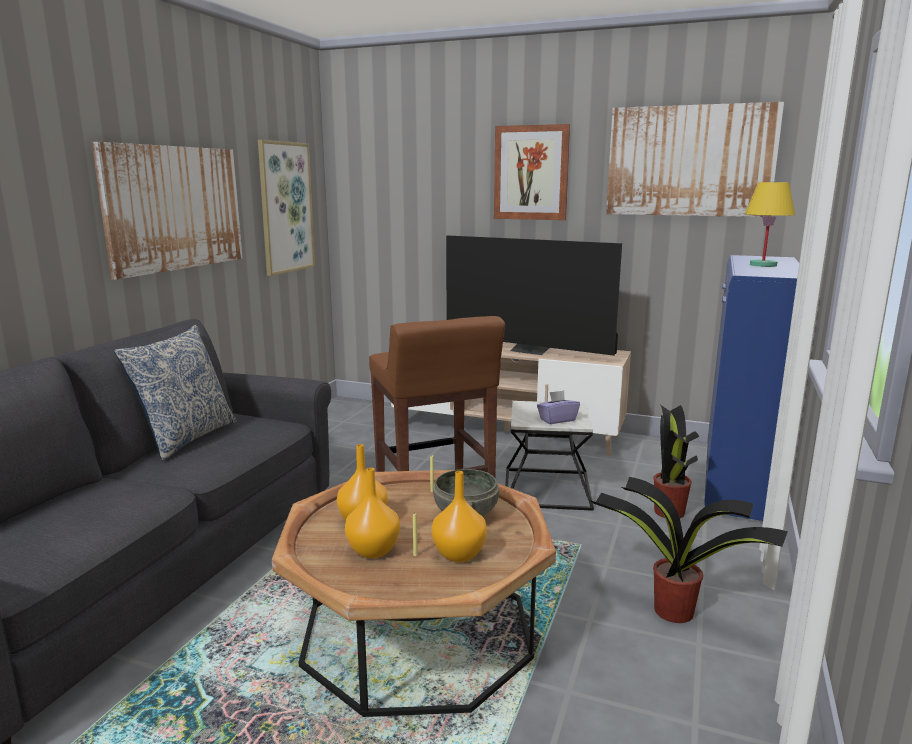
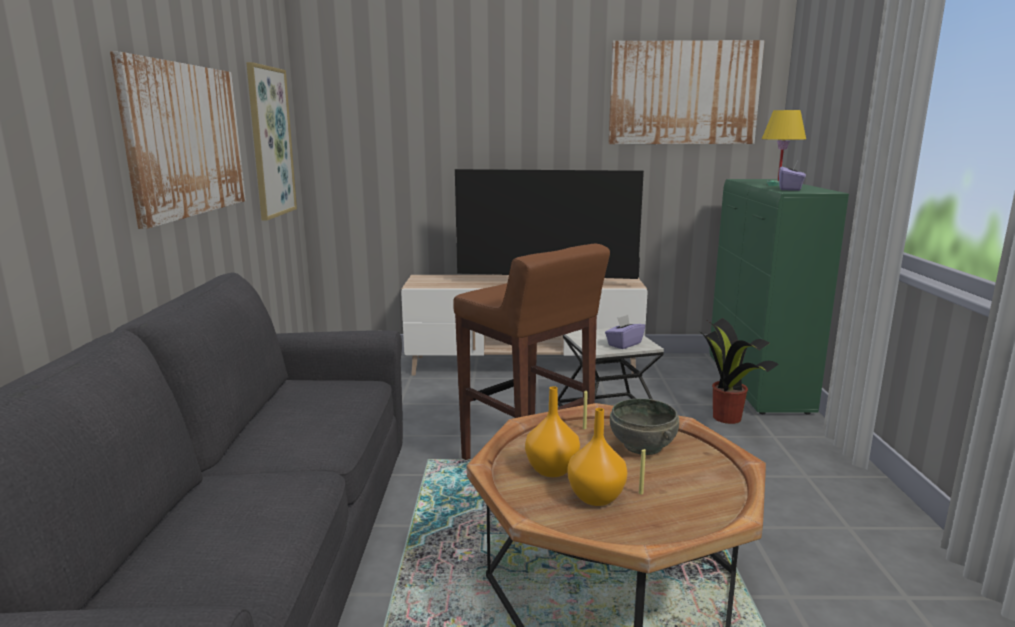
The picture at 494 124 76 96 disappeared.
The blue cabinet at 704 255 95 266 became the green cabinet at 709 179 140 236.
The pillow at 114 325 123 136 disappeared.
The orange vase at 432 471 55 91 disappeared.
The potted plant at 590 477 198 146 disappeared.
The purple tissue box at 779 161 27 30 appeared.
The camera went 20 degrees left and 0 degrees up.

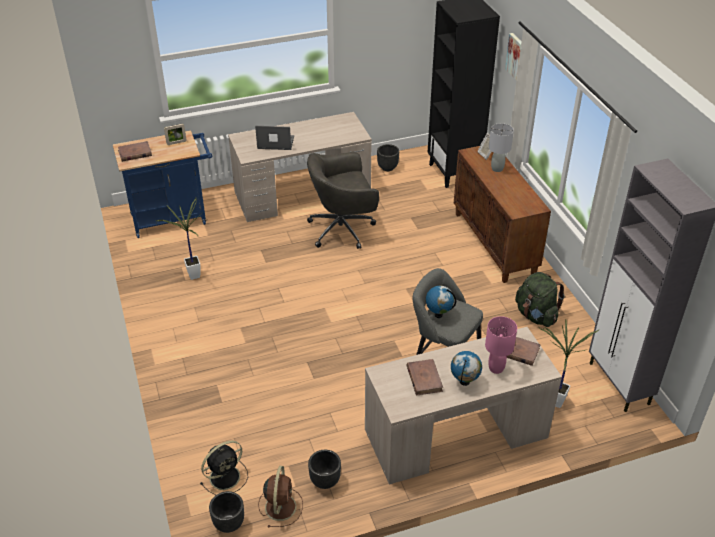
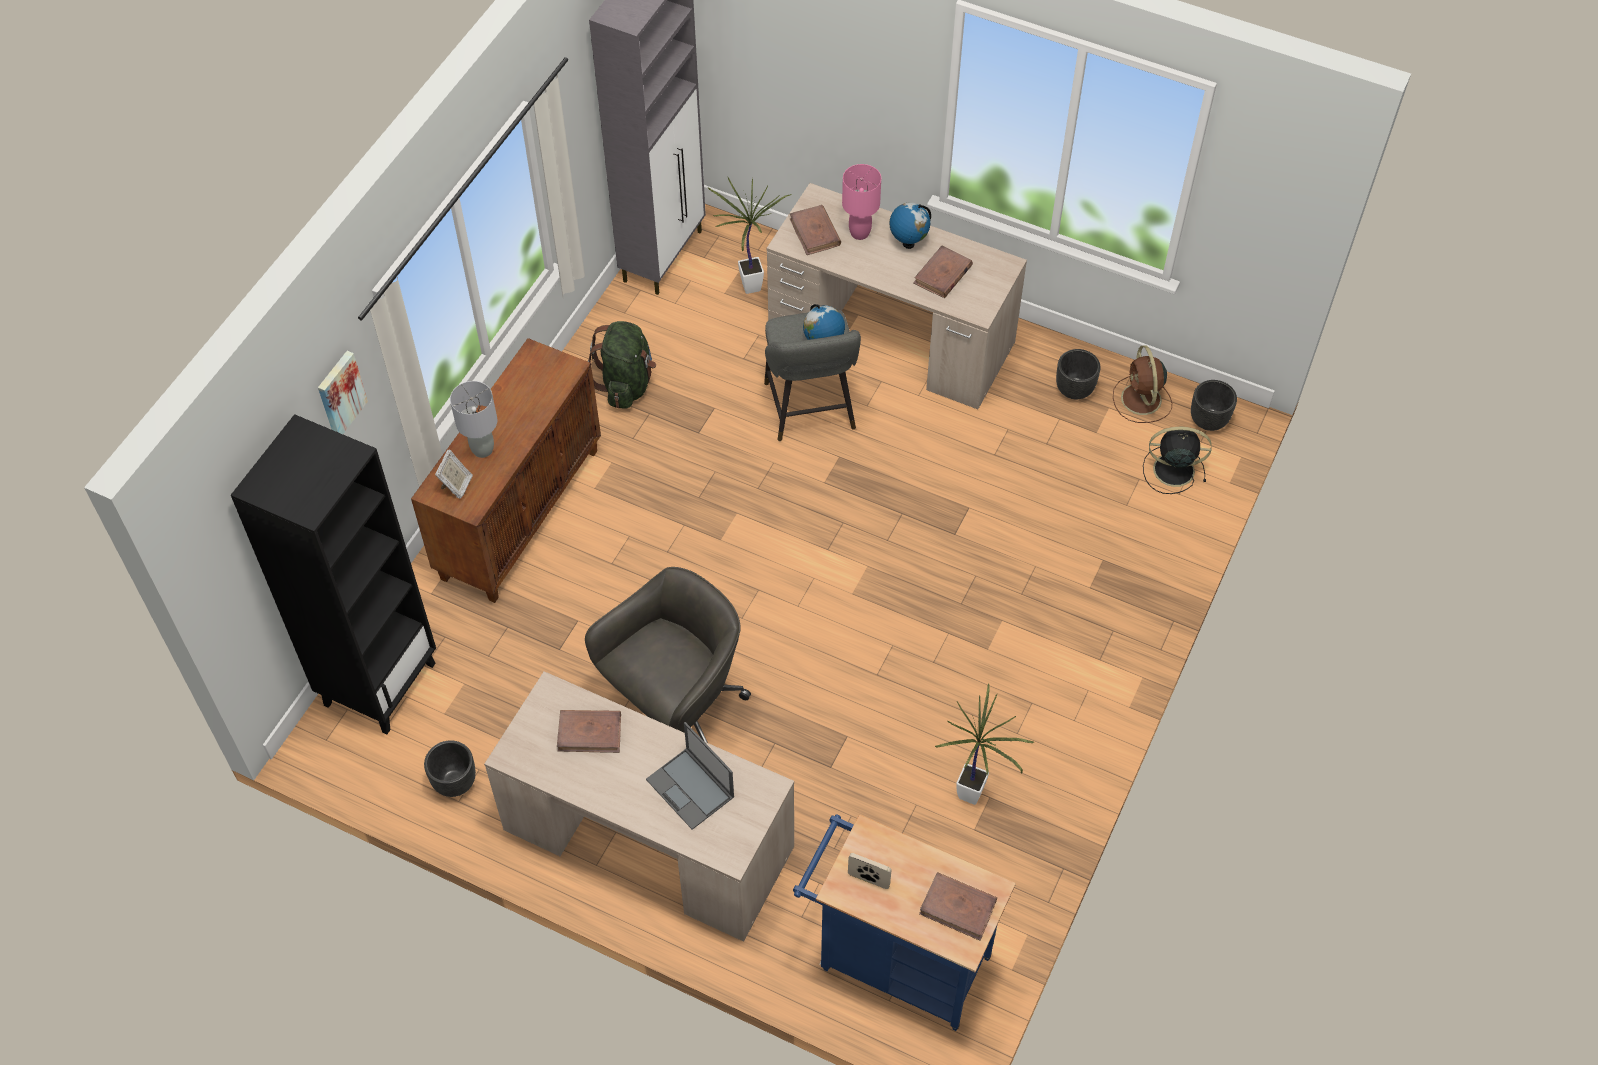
The grey office chair at 307 152 72 97 turned 75 degrees counterclockwise.
The brown fan at 258 466 45 61 turned 60 degrees counterclockwise.
The brown book at 557 710 64 43 appeared.
The camera went 135 degrees left and 15 degrees up.

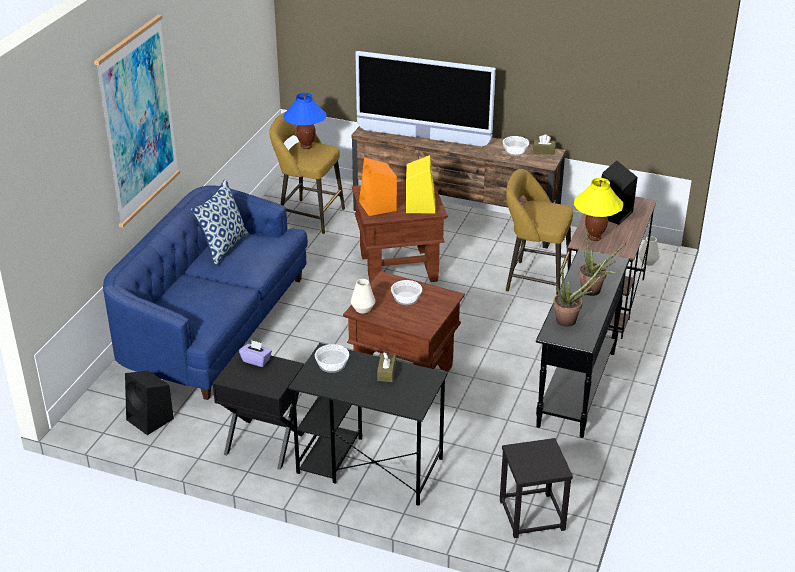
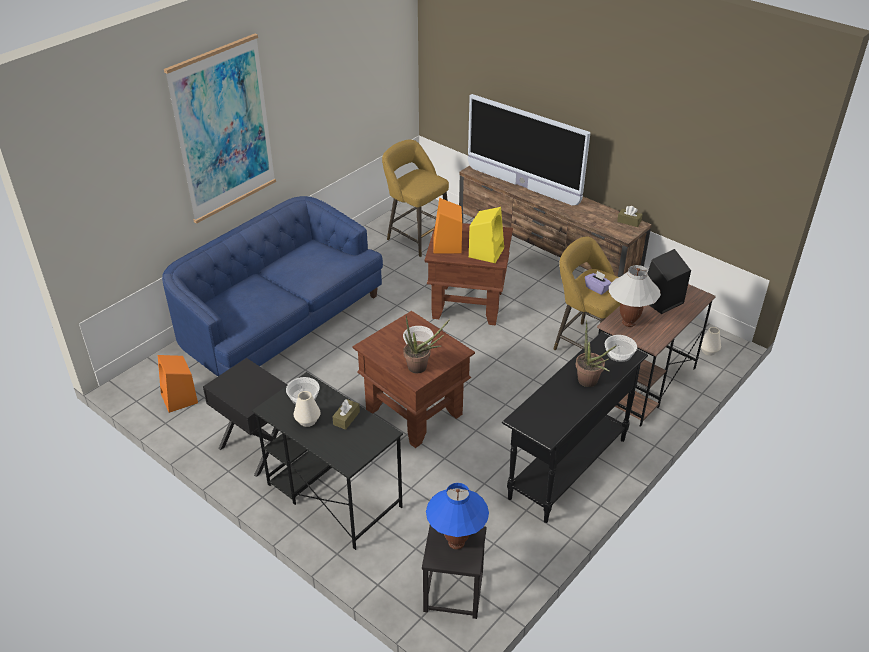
The blue table lamp moved from 283 93 44 56 to 426 483 63 66.
The bowl moved from 503 136 26 20 to 605 335 32 27.
The pillow at 191 178 58 87 disappeared.
The yellow table lamp at 574 178 49 63 became the white table lamp at 609 265 52 62.
The potted plant moved from 553 257 55 70 to 403 316 47 57.
The white vase moved from 351 279 24 34 to 294 391 26 36.
The purple tissue box moved from 239 340 33 27 to 585 270 27 25.
The black speaker at 125 370 49 65 became the orange speaker at 158 355 40 58.
The camera went 20 degrees right and 5 degrees up.

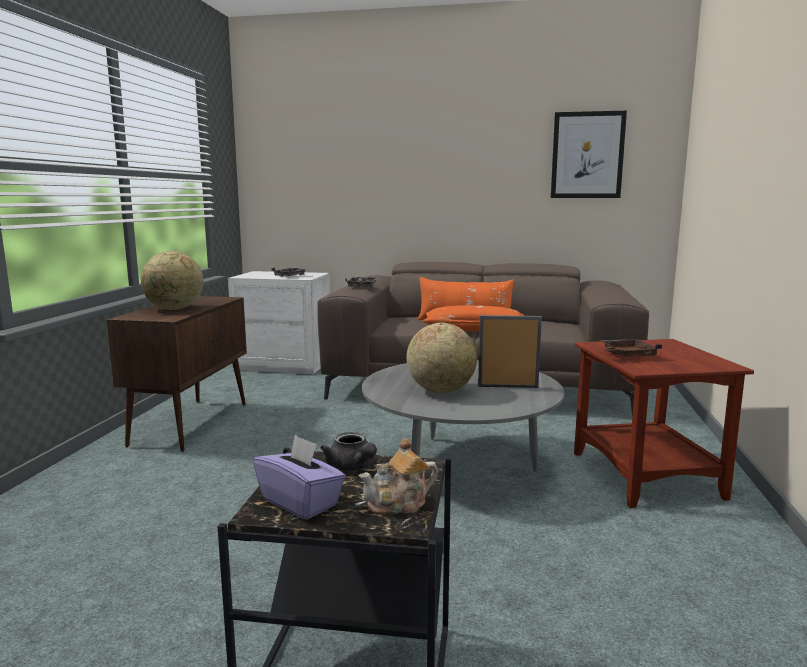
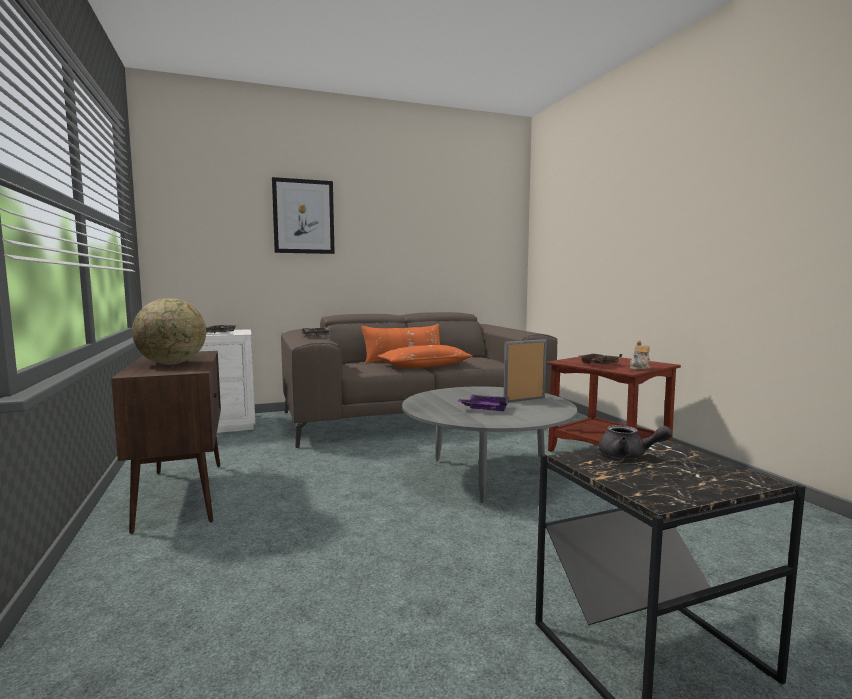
The picture moved from 551 111 76 87 to 272 177 63 77.
The globe at 406 322 71 71 was replaced by the purple tray at 457 395 52 16.
The purple tissue box at 253 435 93 85 disappeared.
The teapot moved from 358 438 80 77 to 630 340 20 30.
The camera went 30 degrees left and 5 degrees down.

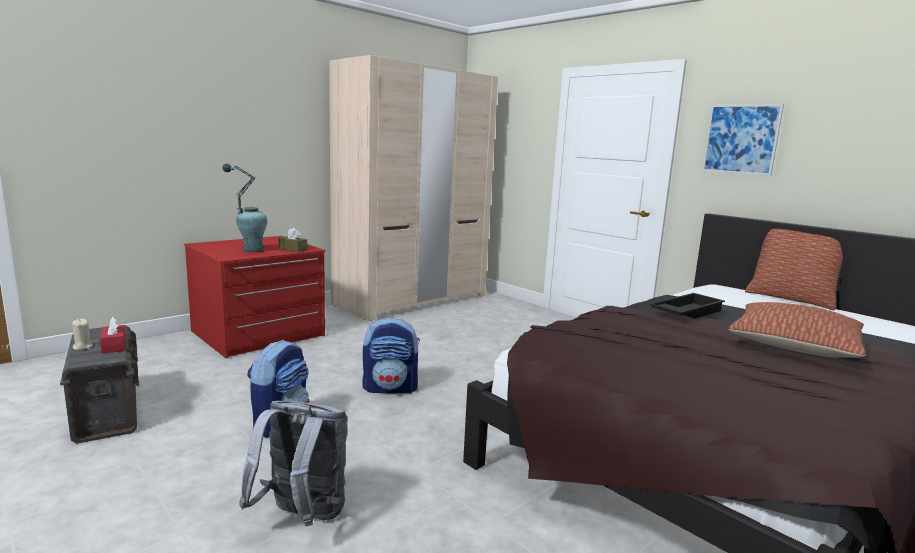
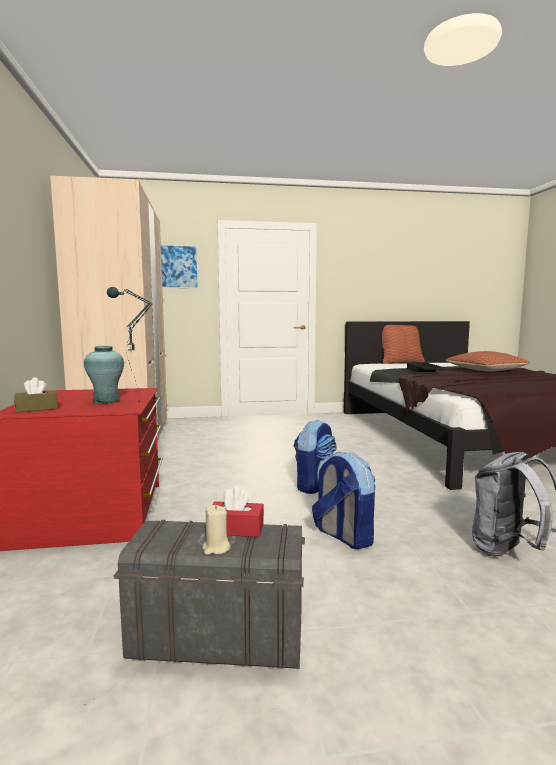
The picture moved from 702 104 82 72 to 161 244 38 45.
The brown tissue box moved from 279 228 28 24 to 14 378 44 35.
The camera went 55 degrees left and 5 degrees down.

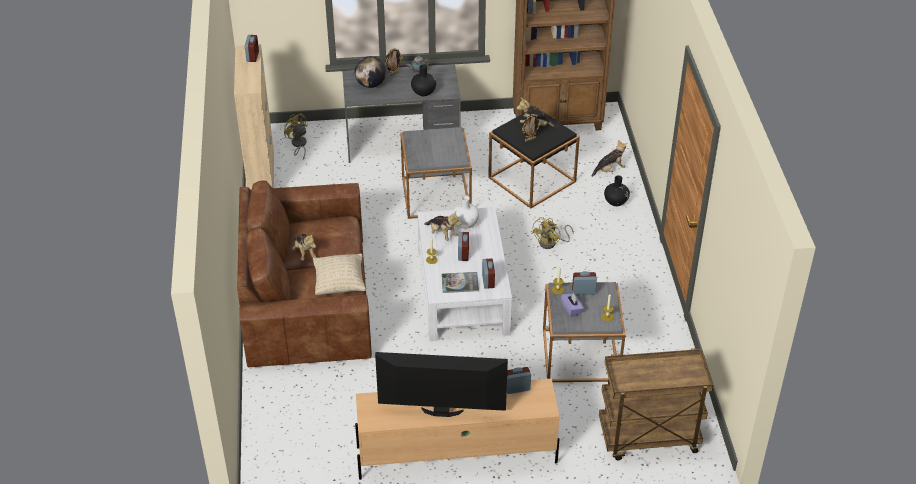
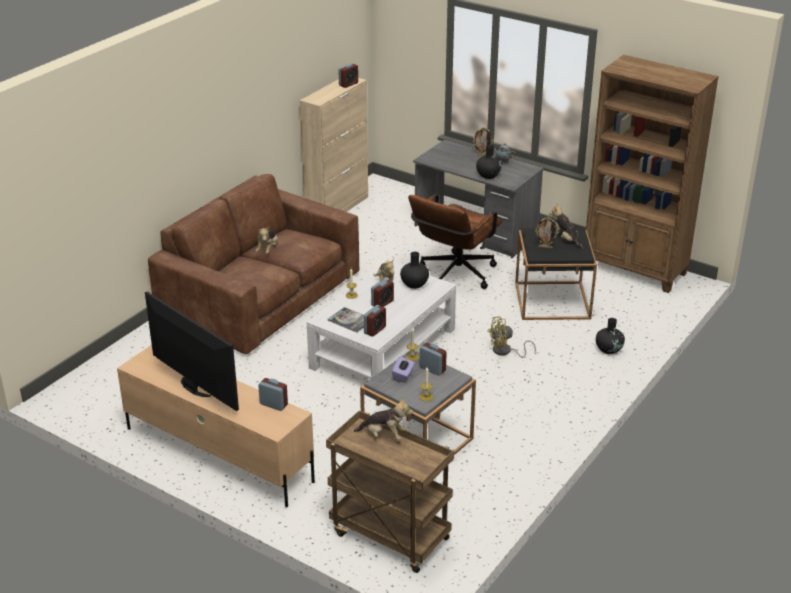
The globe at 354 56 32 32 disappeared.
The yellow fan at 284 113 23 46 disappeared.
The grey side table at 401 127 71 92 was replaced by the brown office chair at 408 194 94 95.
The plush toy moved from 591 140 36 37 to 353 397 60 43.
The white vase at 452 195 27 34 became the black vase at 400 252 29 37.
The beige pillow at 313 254 53 41 disappeared.
The camera went 40 degrees right and 10 degrees down.

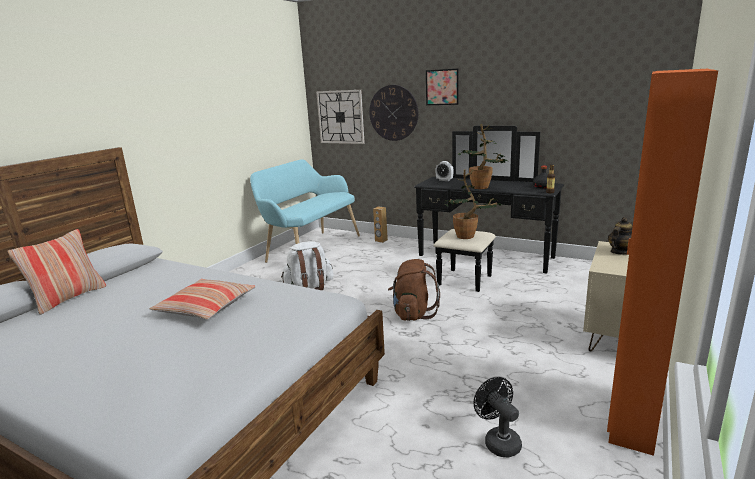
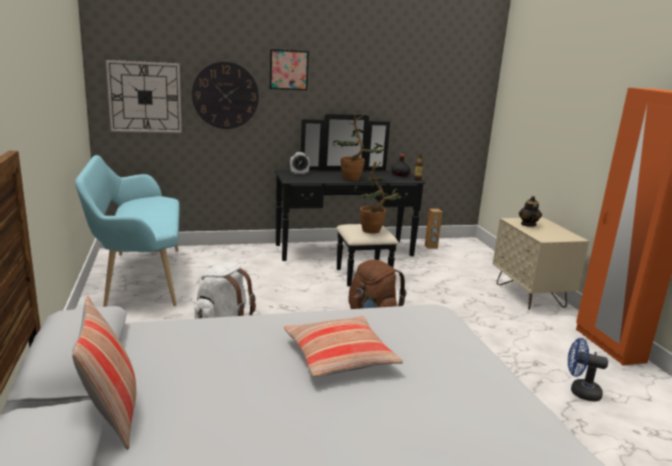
The brown speaker moved from 373 206 15 37 to 425 209 17 40.
The black fan at 473 377 49 80 became the blue fan at 568 338 40 64.
The camera went 45 degrees left and 0 degrees up.

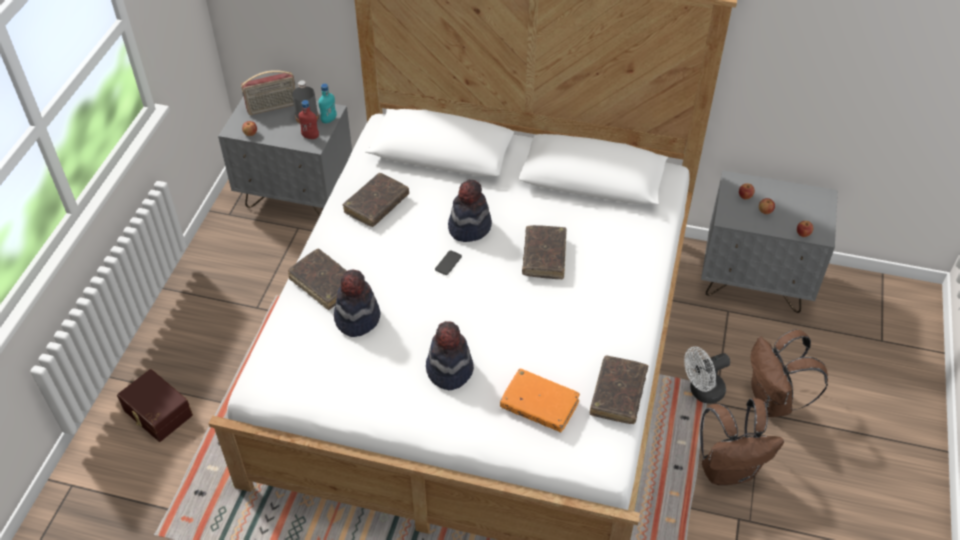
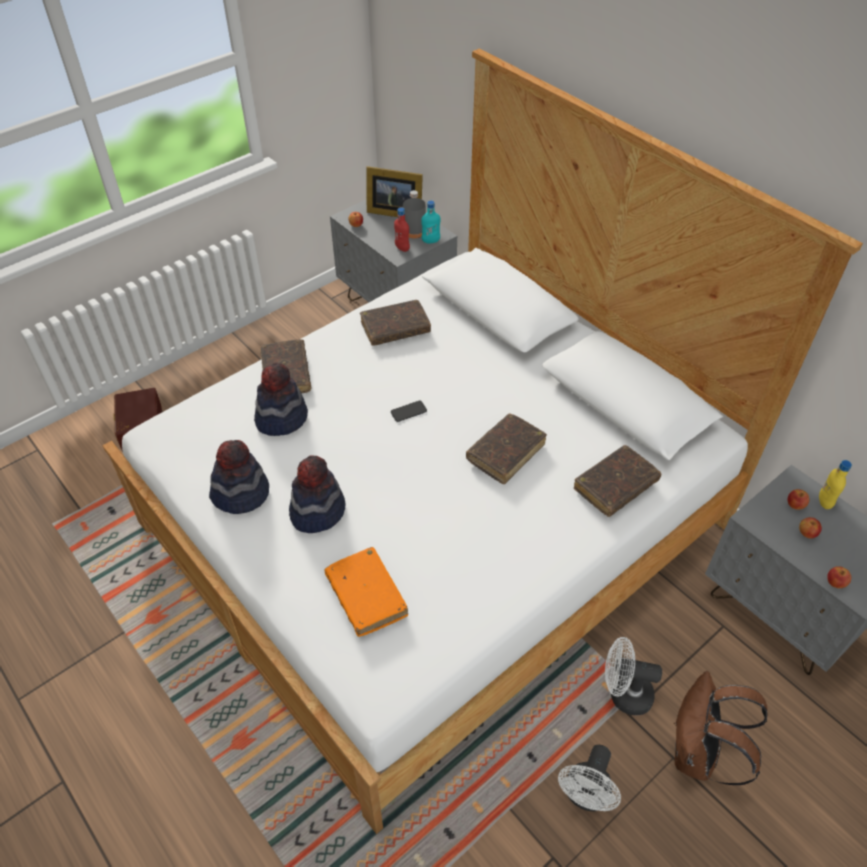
The radio at 241 70 54 45 was replaced by the picture frame at 366 166 57 51.
The hat moved from 448 180 44 62 to 209 440 60 74.
The brown book moved from 590 356 58 68 to 574 445 88 72.
The brown backpack at 700 398 84 87 was replaced by the white fan at 558 745 63 66.
The yellow bottle at 819 460 33 49 appeared.
The camera went 35 degrees right and 0 degrees up.

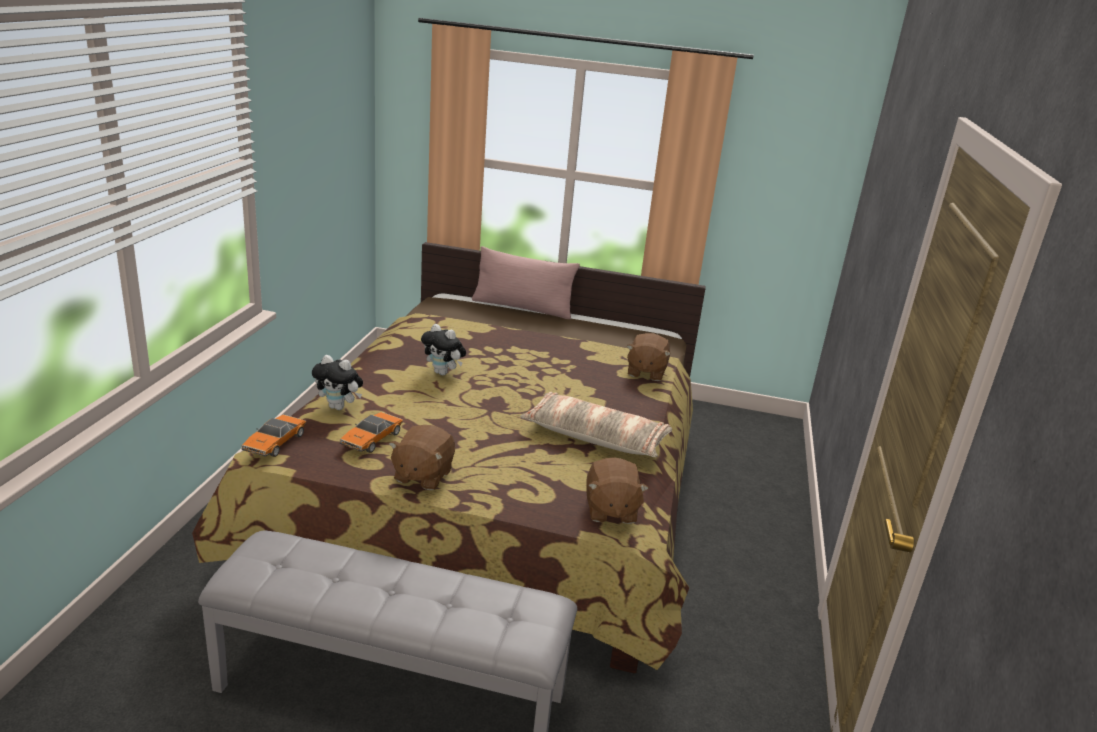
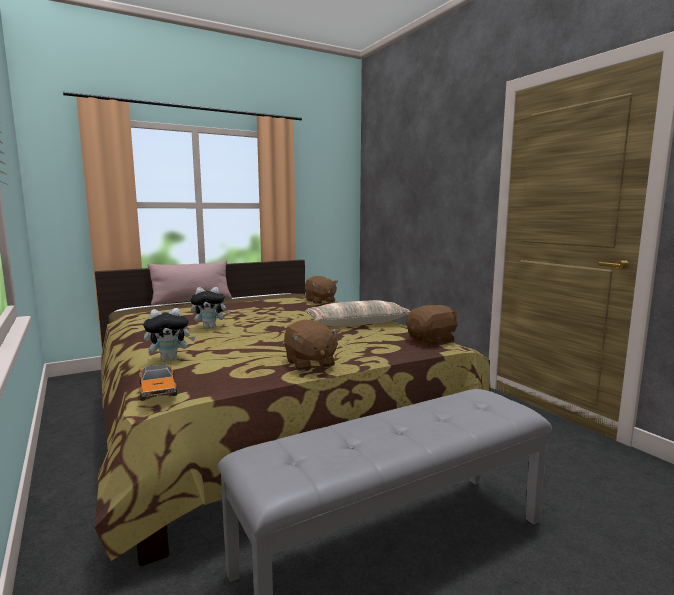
The toy car at 340 412 63 41 disappeared.
The brown plush toy at 586 457 63 67 turned 75 degrees counterclockwise.
The camera went 40 degrees left and 15 degrees down.

